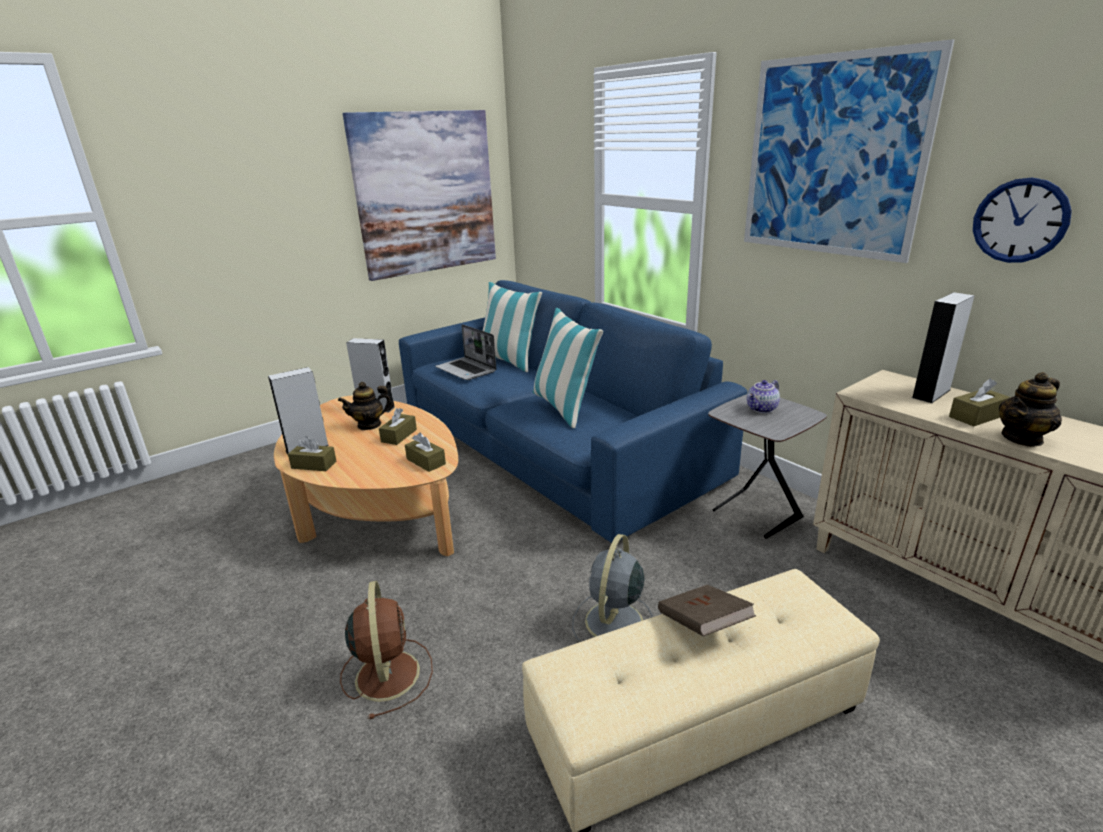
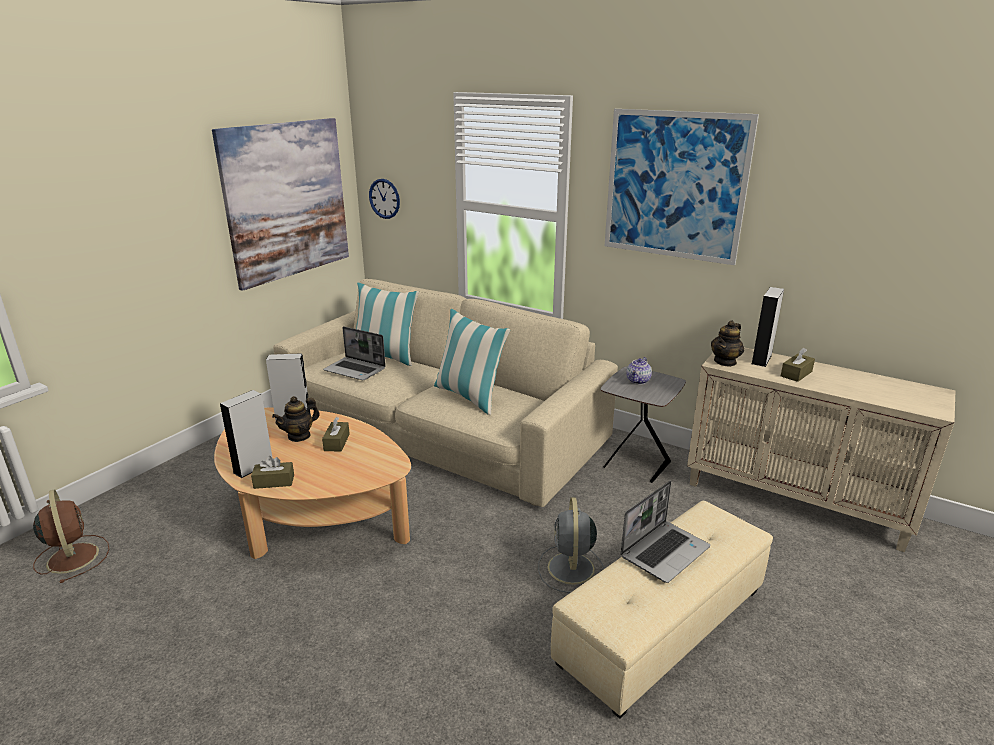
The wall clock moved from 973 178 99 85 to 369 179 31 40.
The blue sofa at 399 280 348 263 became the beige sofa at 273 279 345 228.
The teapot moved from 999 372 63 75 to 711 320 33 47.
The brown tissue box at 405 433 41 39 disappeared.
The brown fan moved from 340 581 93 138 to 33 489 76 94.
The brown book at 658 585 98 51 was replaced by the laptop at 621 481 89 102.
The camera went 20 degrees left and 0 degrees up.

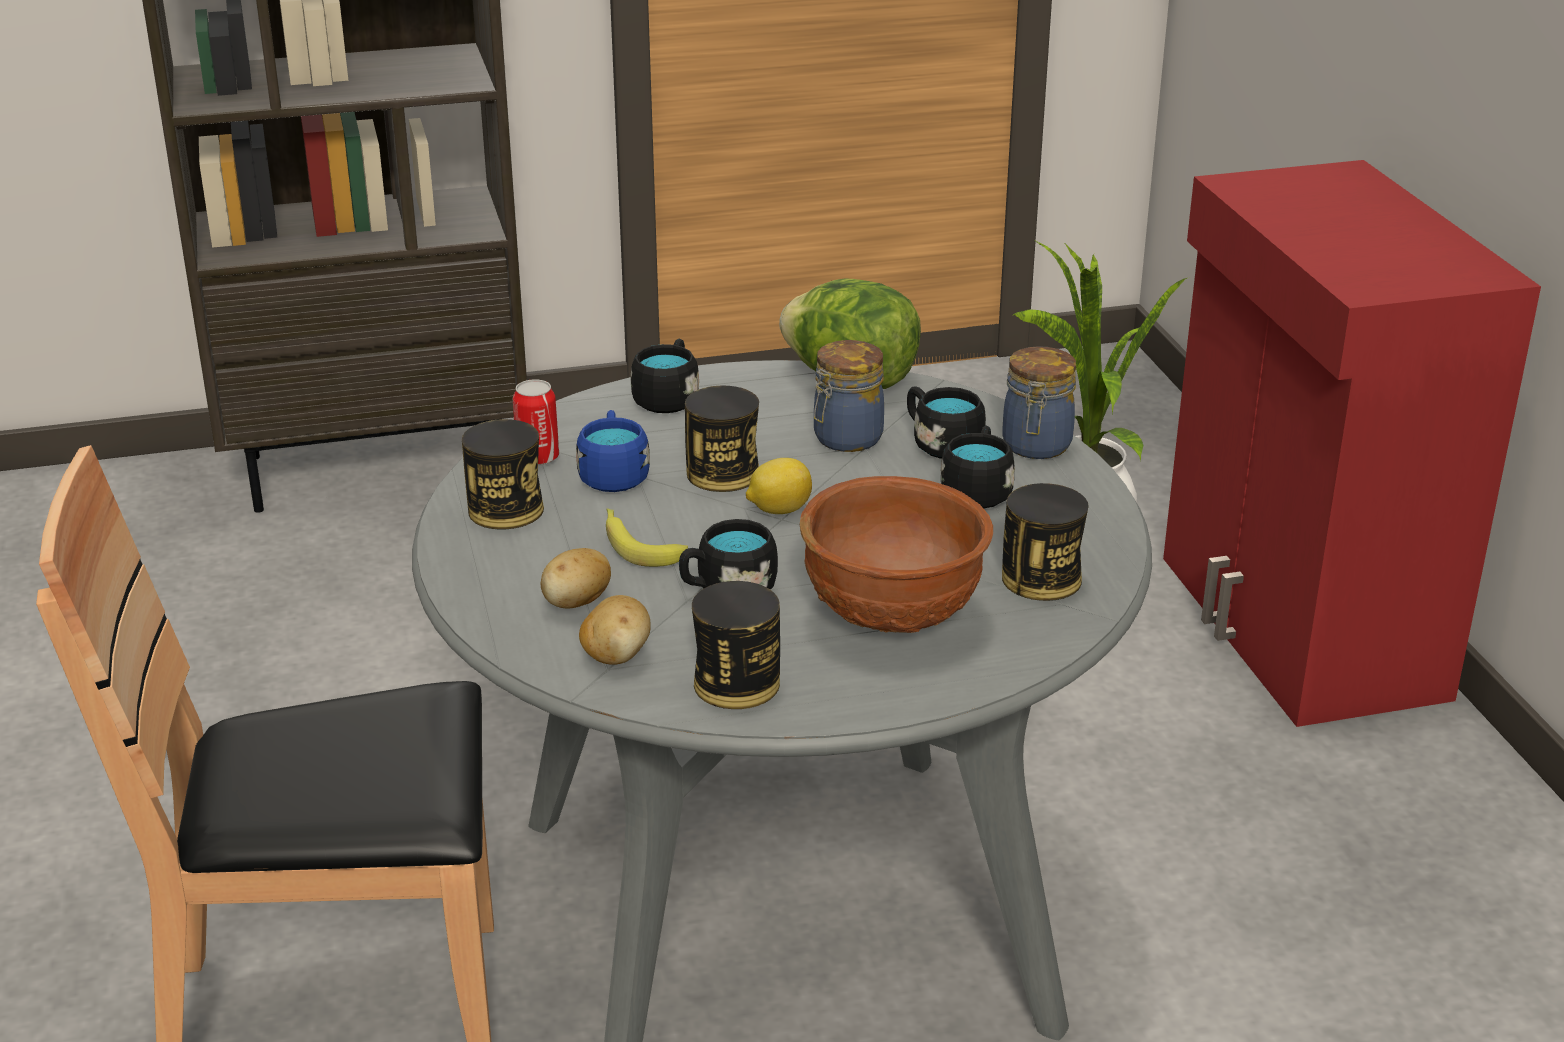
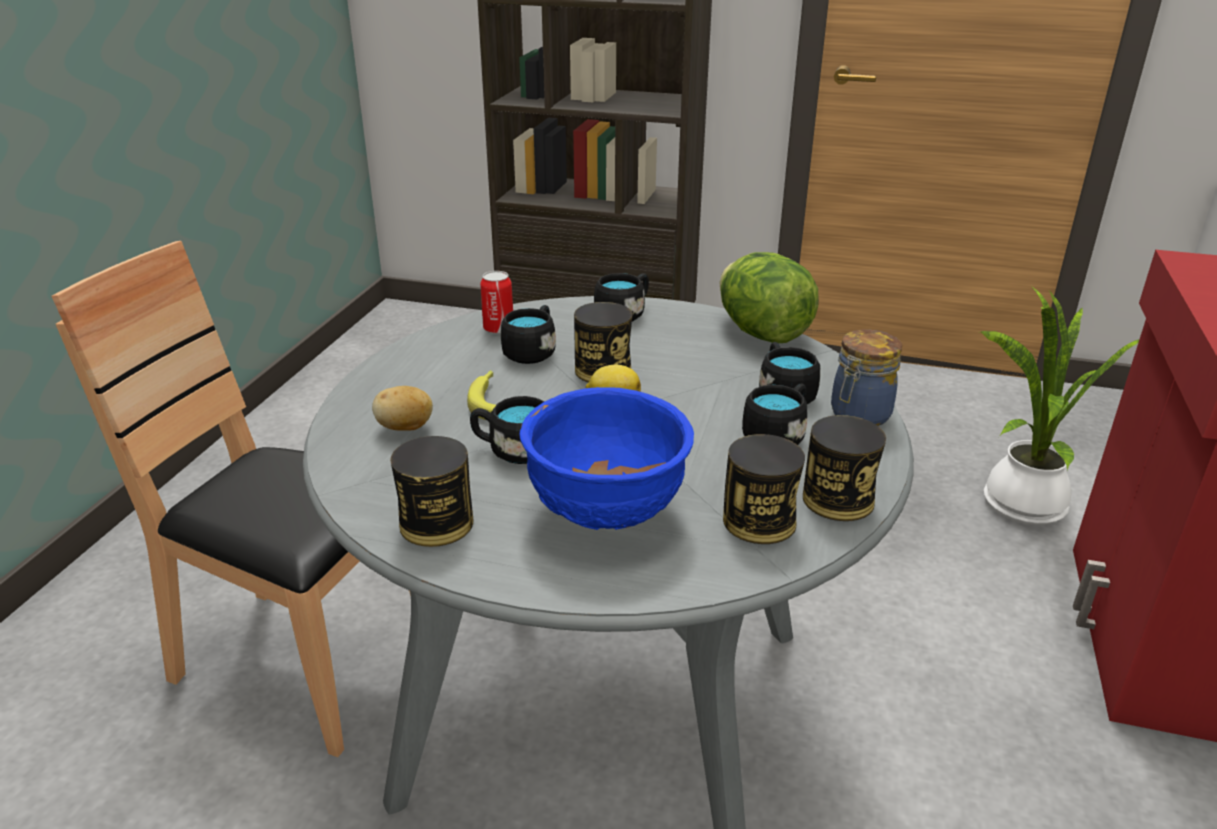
The jar at 814 340 70 112 disappeared.
The blue mug at 576 410 74 82 became the black mug at 501 305 55 59.
The can moved from 462 419 82 110 to 803 415 83 106.
The brown bowl at 800 476 193 157 became the blue bowl at 520 387 174 143.
The potato at 579 595 72 70 disappeared.
The camera went 30 degrees right and 0 degrees up.

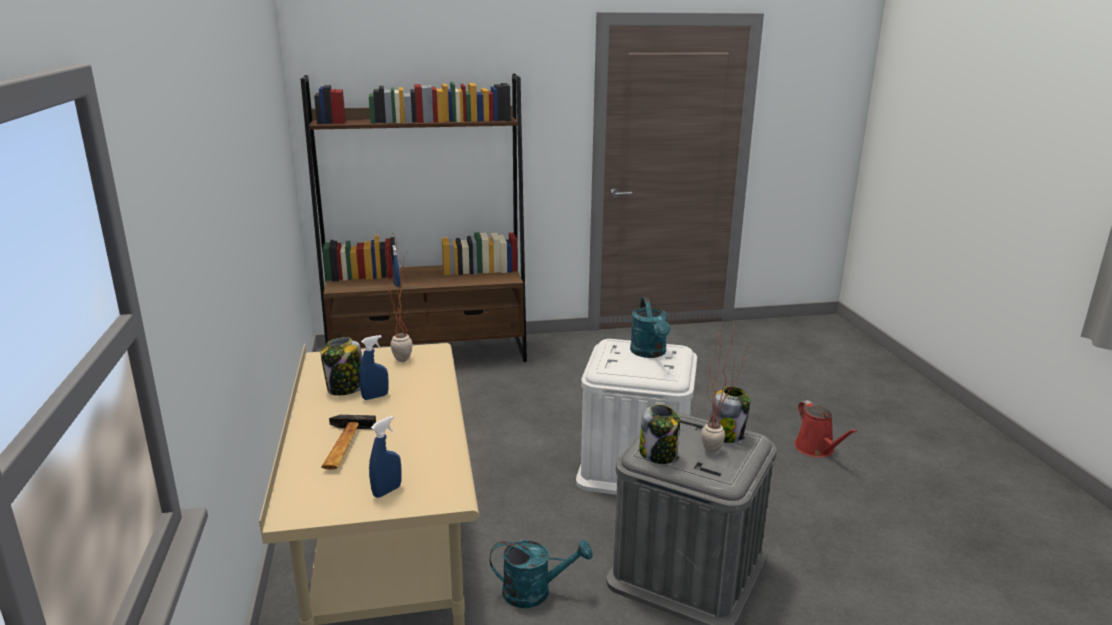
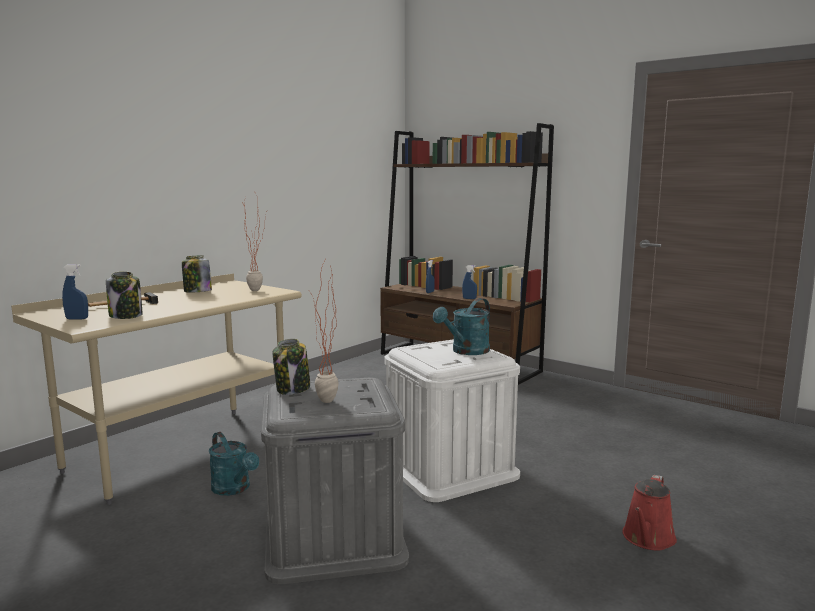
The blue spray bottle moved from 359 335 29 65 to 462 265 15 34.
The jar moved from 709 387 41 56 to 106 271 37 48.
The camera went 50 degrees right and 10 degrees down.

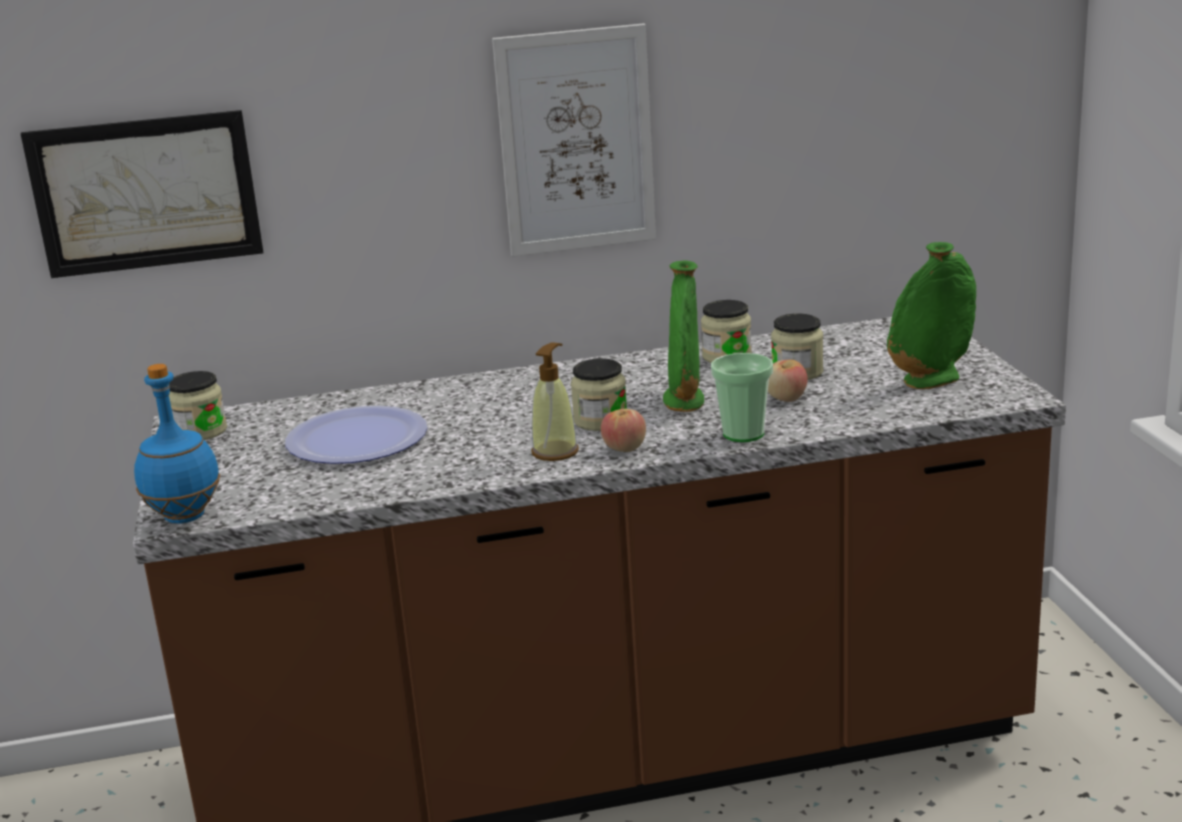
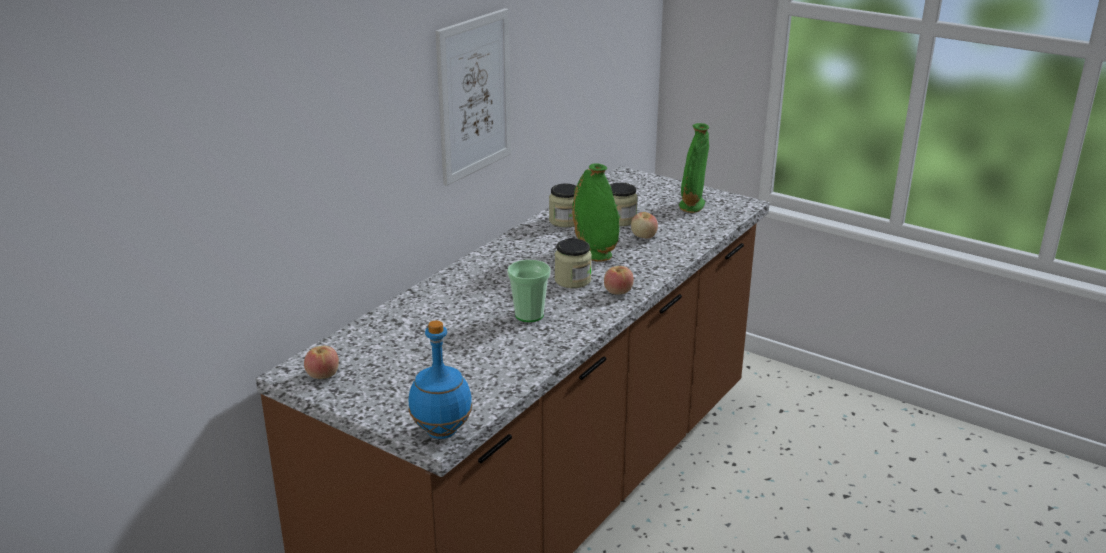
The picture at 20 110 243 168 disappeared.
The soap dispenser at 531 343 48 118 disappeared.
The cup moved from 711 353 62 89 to 507 260 44 62.
The jar at 169 371 58 69 was replaced by the apple at 304 346 35 33.
The plate at 285 405 143 59 disappeared.
The camera went 45 degrees left and 5 degrees up.

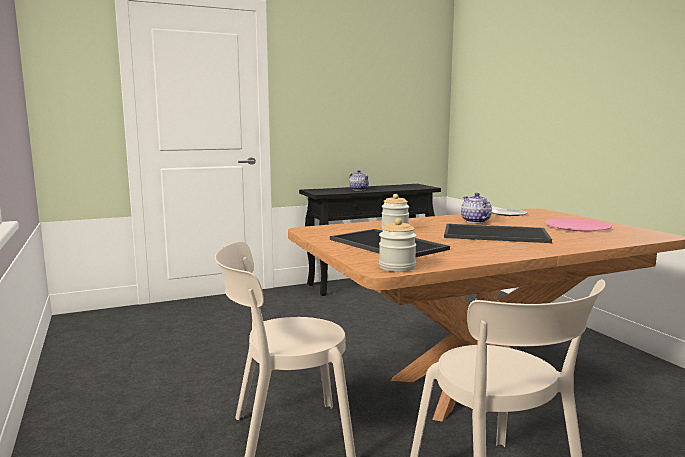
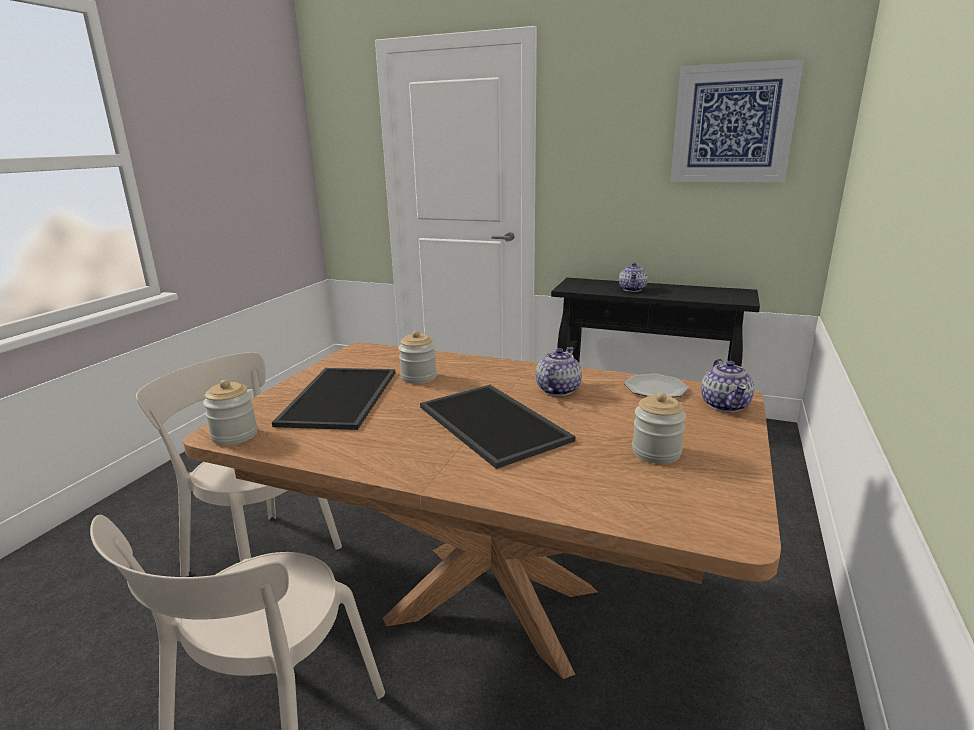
The pink plate at 545 218 67 14 was replaced by the jar at 632 392 54 72.
The picture at 670 59 134 123 appeared.
The teapot at 701 359 54 53 appeared.
The camera went 45 degrees right and 10 degrees up.

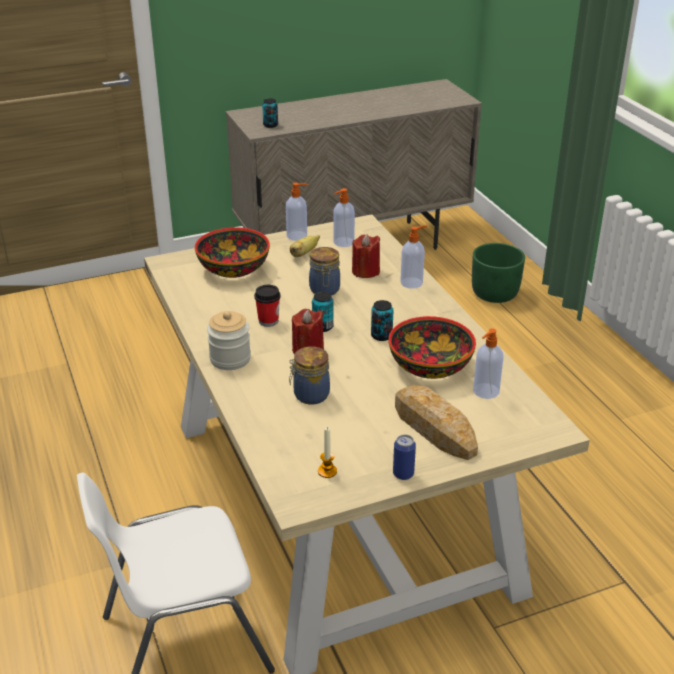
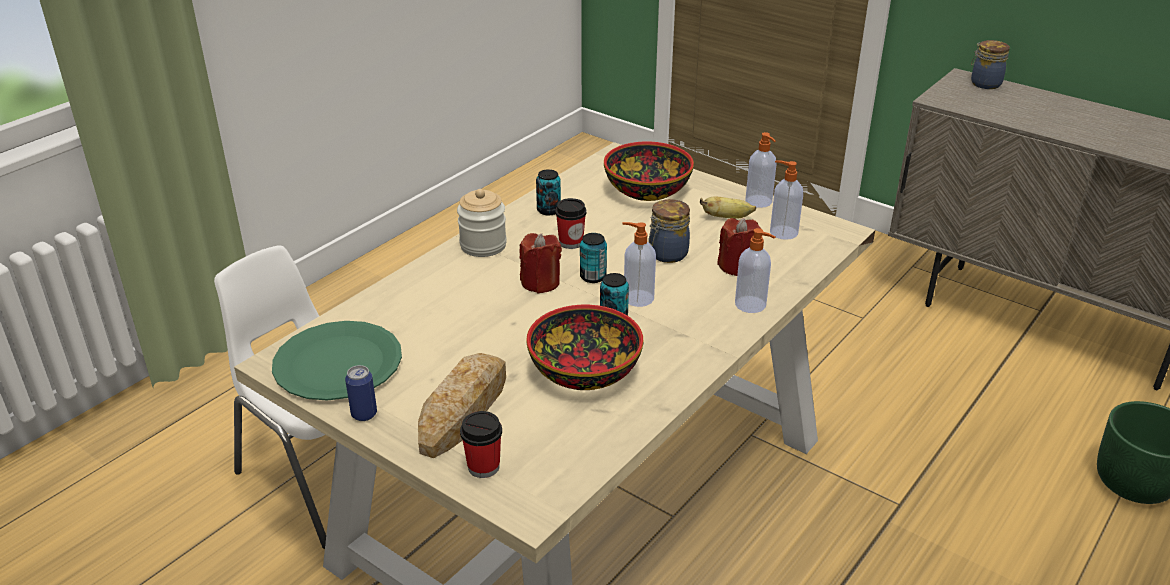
The can moved from 262 98 16 30 to 536 169 25 46.
The soap dispenser moved from 473 328 30 71 to 622 222 34 85.
The jar moved from 289 346 41 59 to 971 40 39 49.
The candle at 318 427 19 51 was replaced by the green plate at 272 321 130 80.
The cup at 460 411 42 67 appeared.
The camera went 60 degrees right and 0 degrees up.

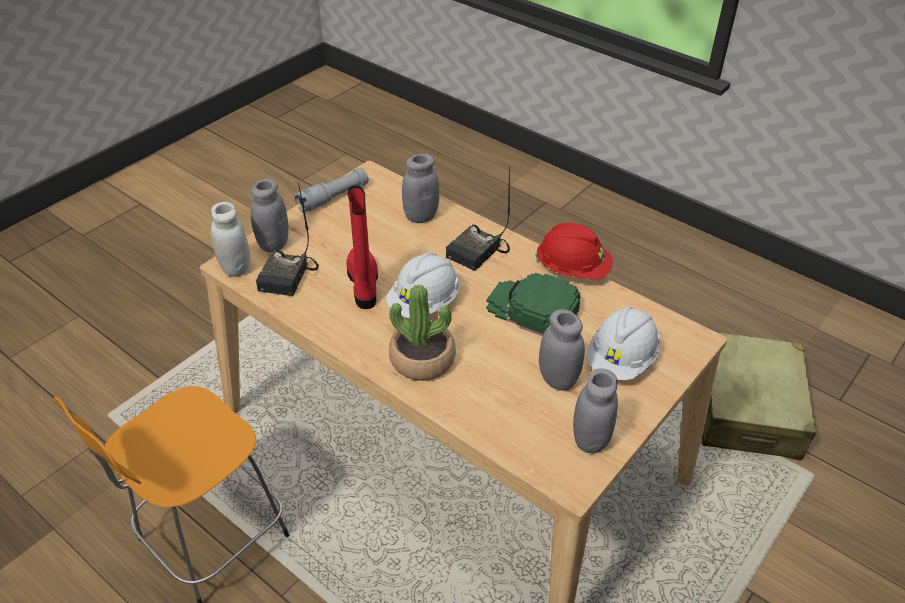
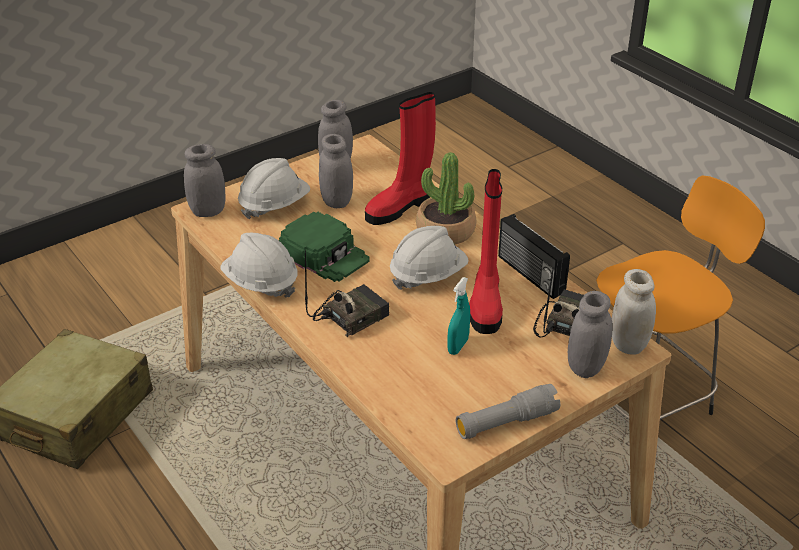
The grey jar moved from 402 154 37 69 to 184 144 41 73.
The red hard hat at 535 223 78 57 became the white hard hat at 220 233 77 65.
The red boot at 365 92 71 133 appeared.
The radio at 498 214 72 85 appeared.
The turquoise spray bottle at 447 277 23 78 appeared.
The camera went 165 degrees left and 5 degrees down.

